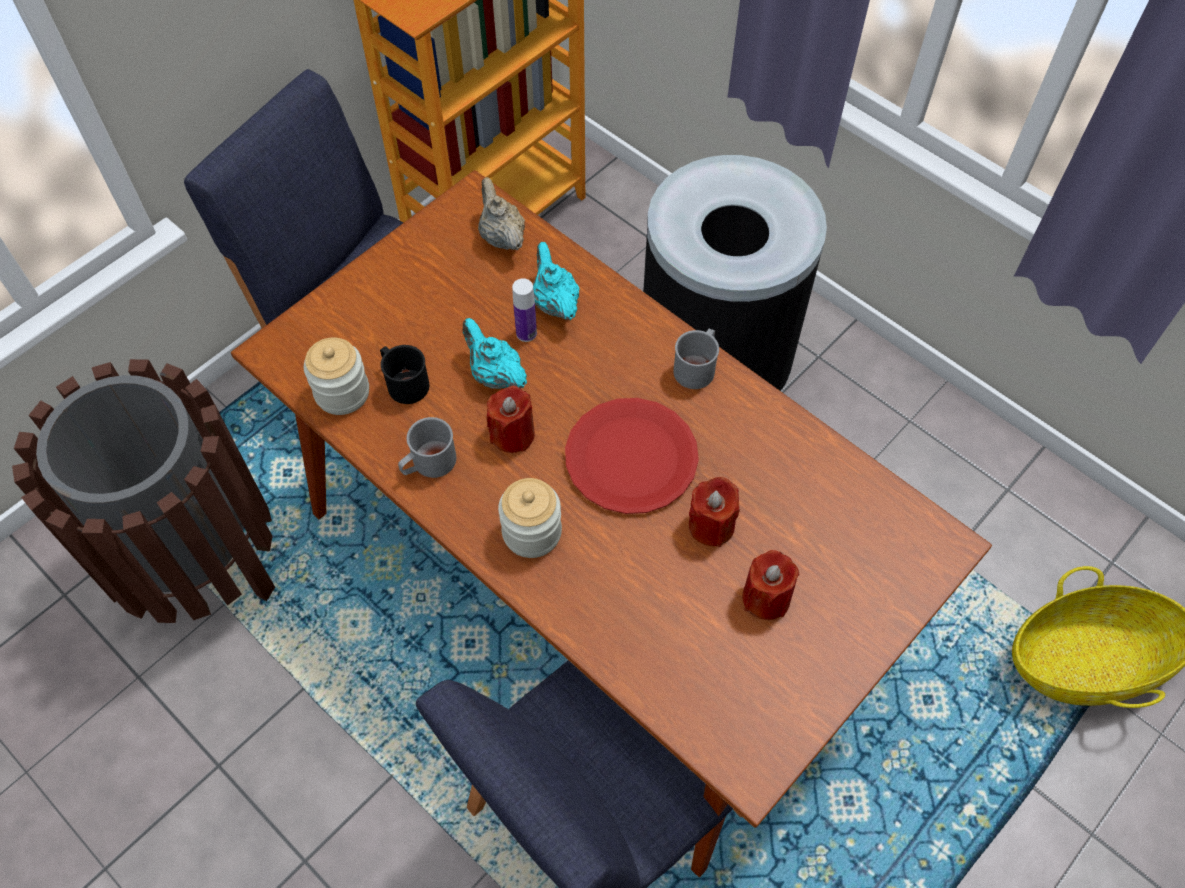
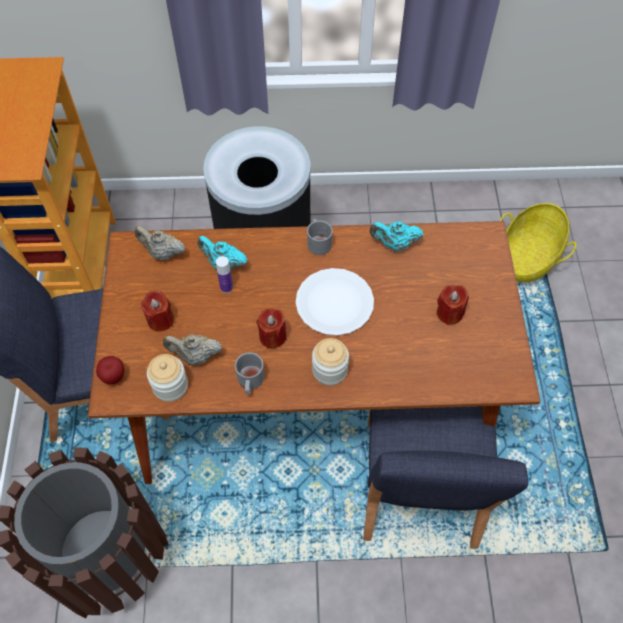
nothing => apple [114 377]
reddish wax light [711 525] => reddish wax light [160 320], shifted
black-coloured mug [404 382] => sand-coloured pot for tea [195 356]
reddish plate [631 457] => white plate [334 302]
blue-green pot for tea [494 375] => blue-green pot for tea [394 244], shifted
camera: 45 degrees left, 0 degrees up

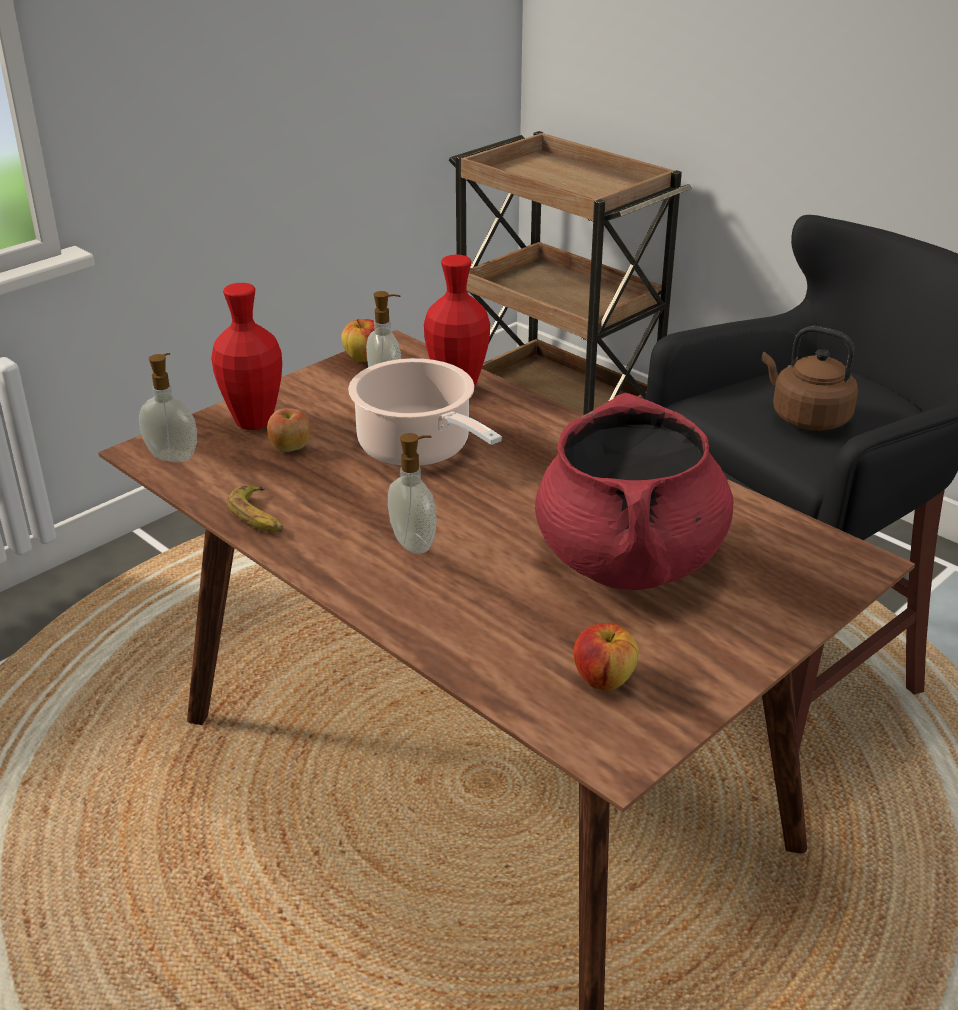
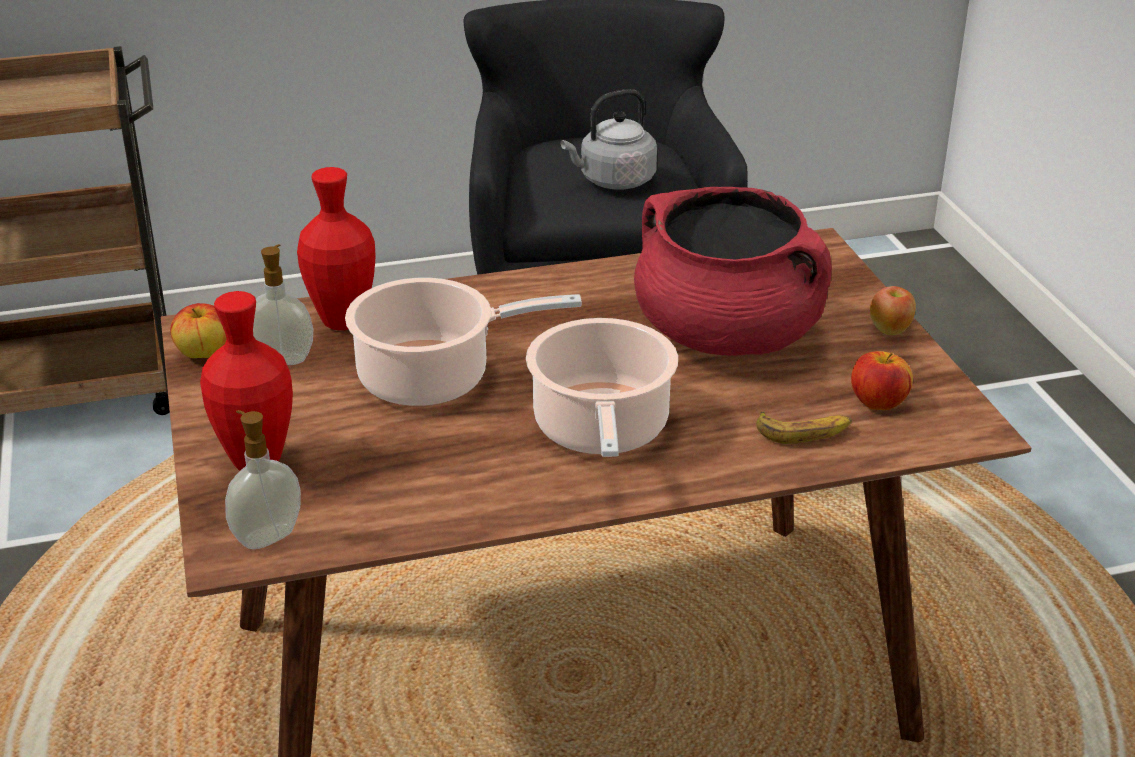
soap bottle [414 543] => stockpot [601 430]
brown-coloured tea kettle [806 418] => greyish tea kettle [613 181]
banana [258 517] => banana [804 432], shifted
apple [290 448] => apple [890 330], shifted
camera: 60 degrees left, 0 degrees up

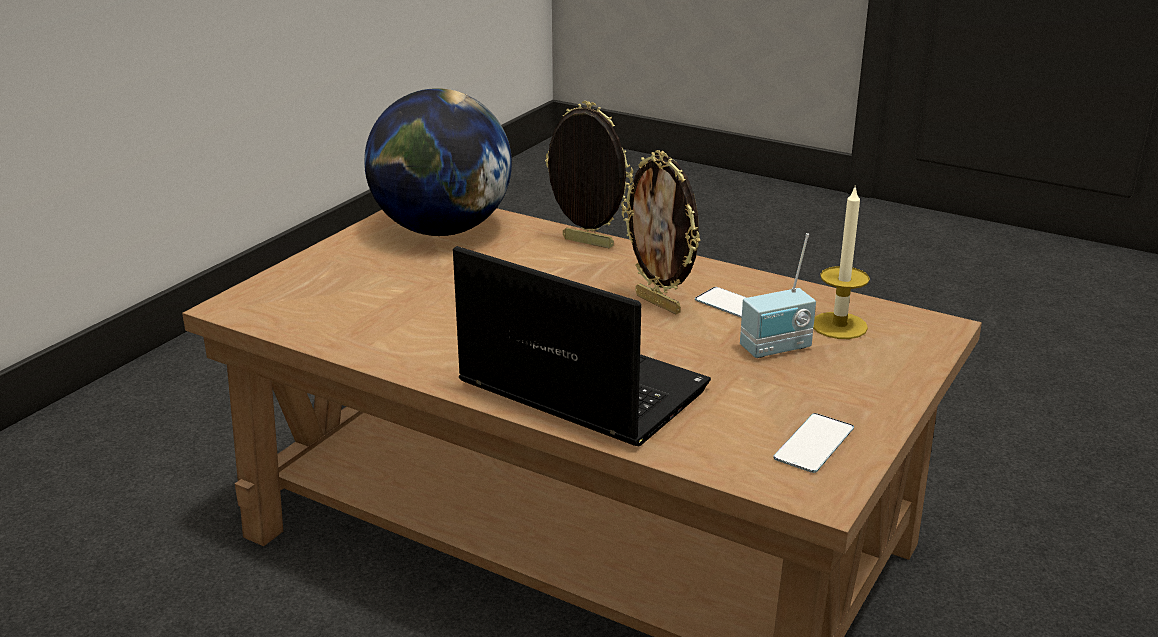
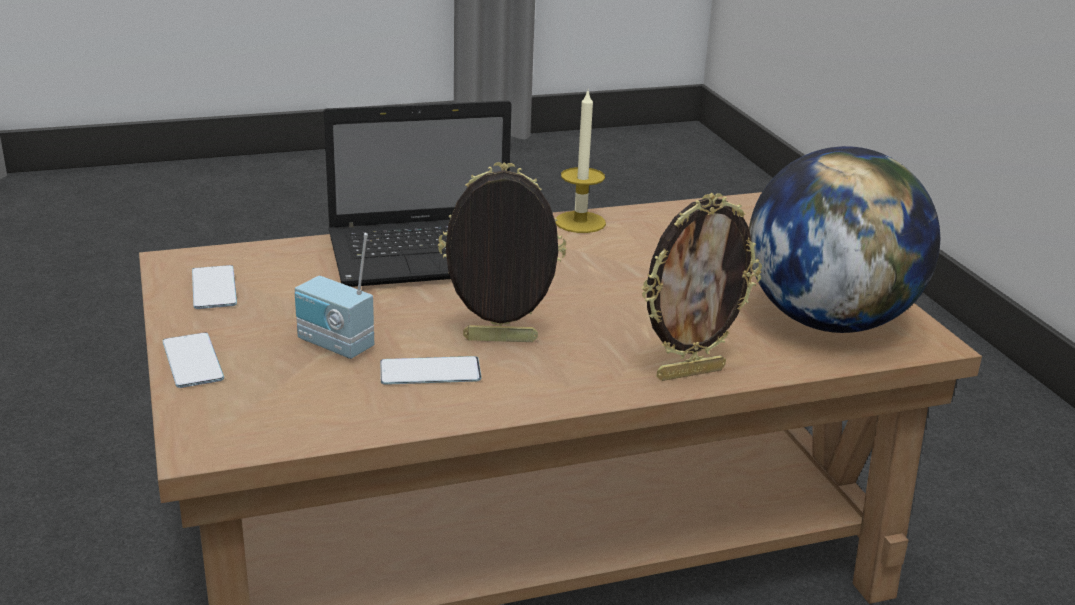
nothing => telephone [192 361]
radio set [777 349] => radio set [334 346], 75 degrees counterclockwise
wax light [839 325] => wax light [580 222], shifted
camera: 130 degrees right, 0 degrees up

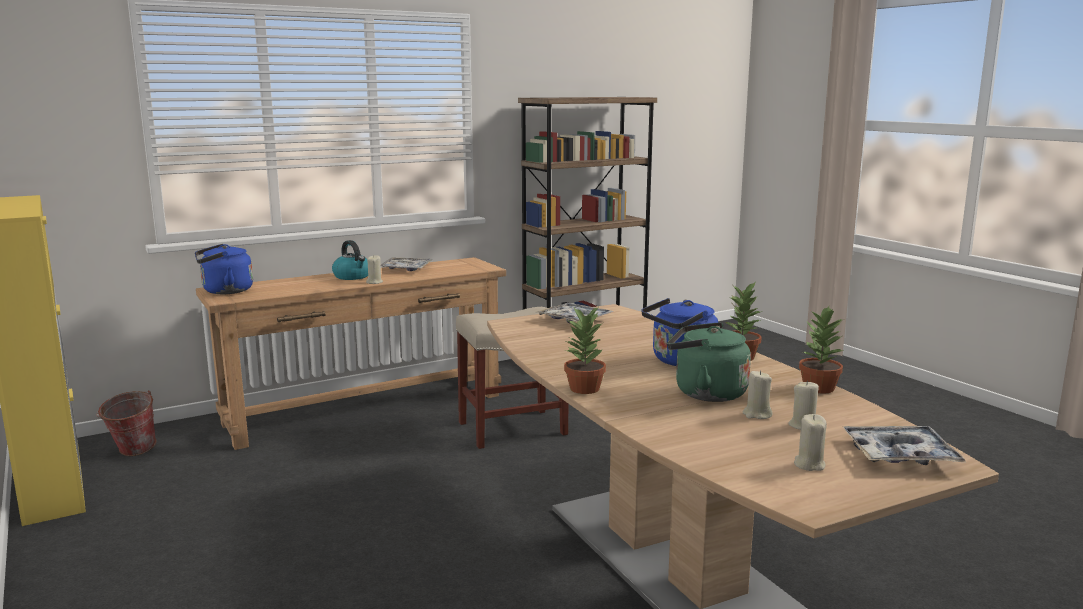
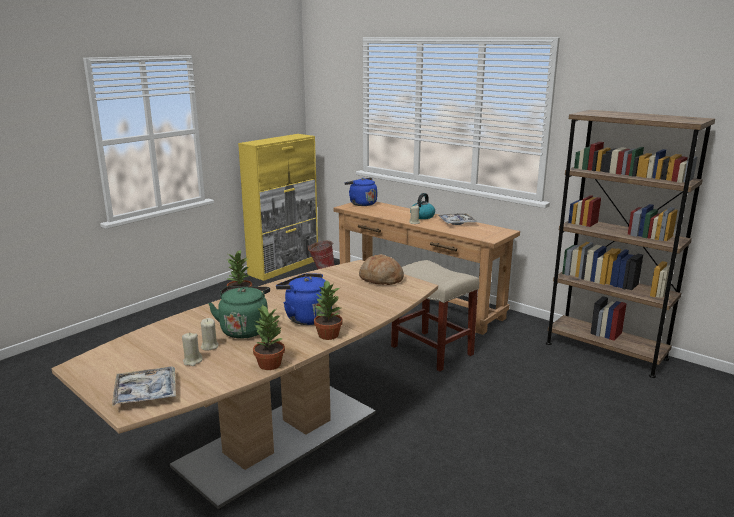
carrying tray [574 320] => bread [381 279]
sand-coloured wax light [809 464] => nothing
camera: 70 degrees right, 5 degrees up

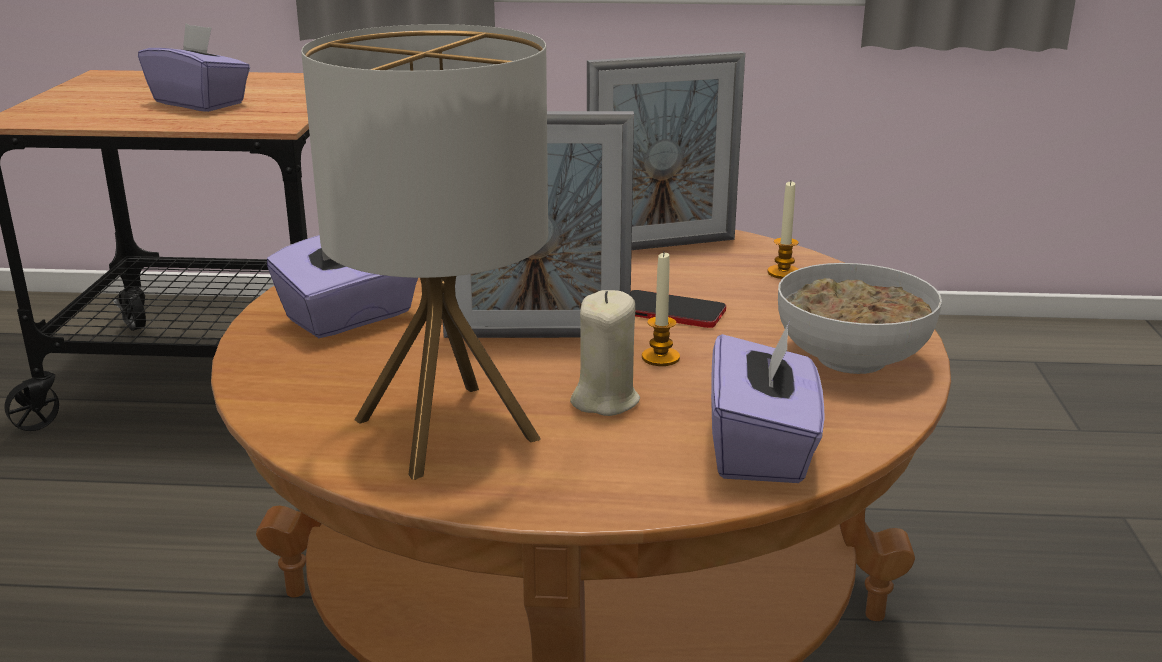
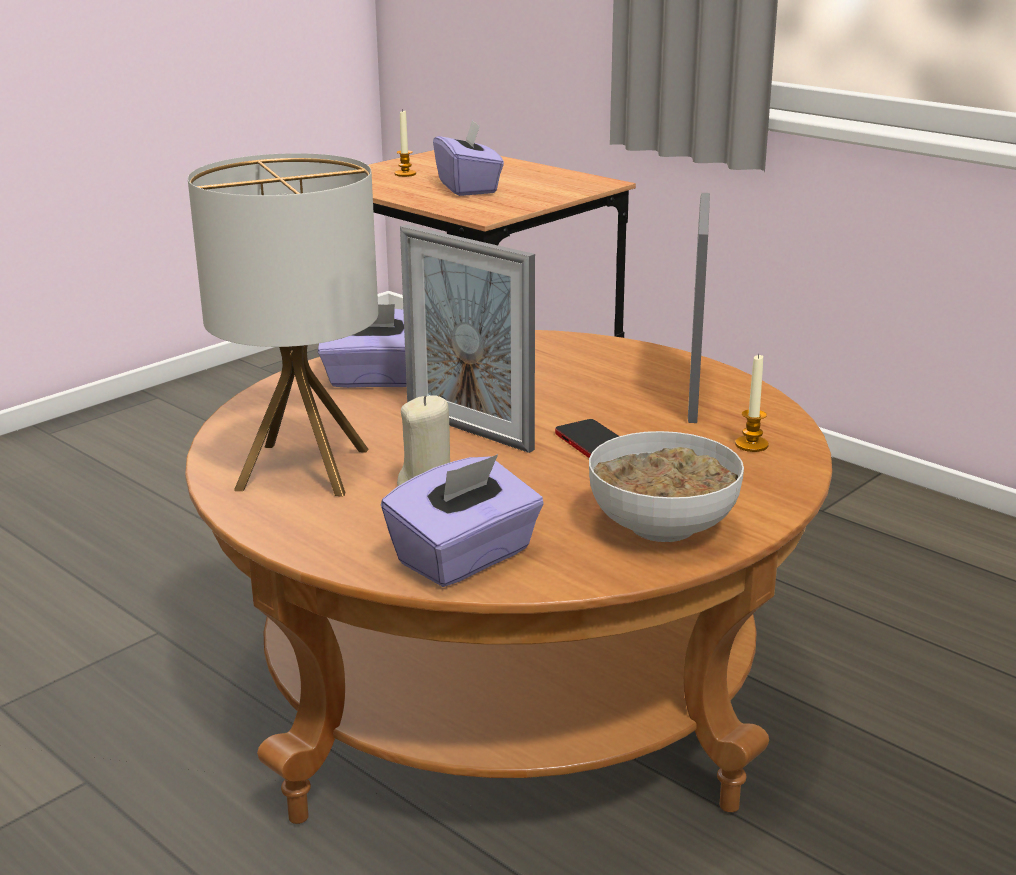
wax light [660 358] => wax light [405 174], shifted
photo frame [661 245] => photo frame [694 392], 75 degrees clockwise
camera: 40 degrees right, 0 degrees up

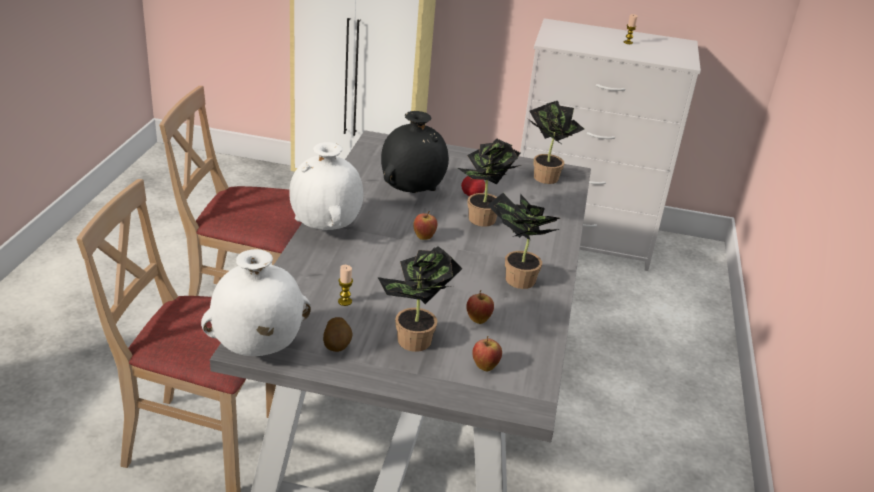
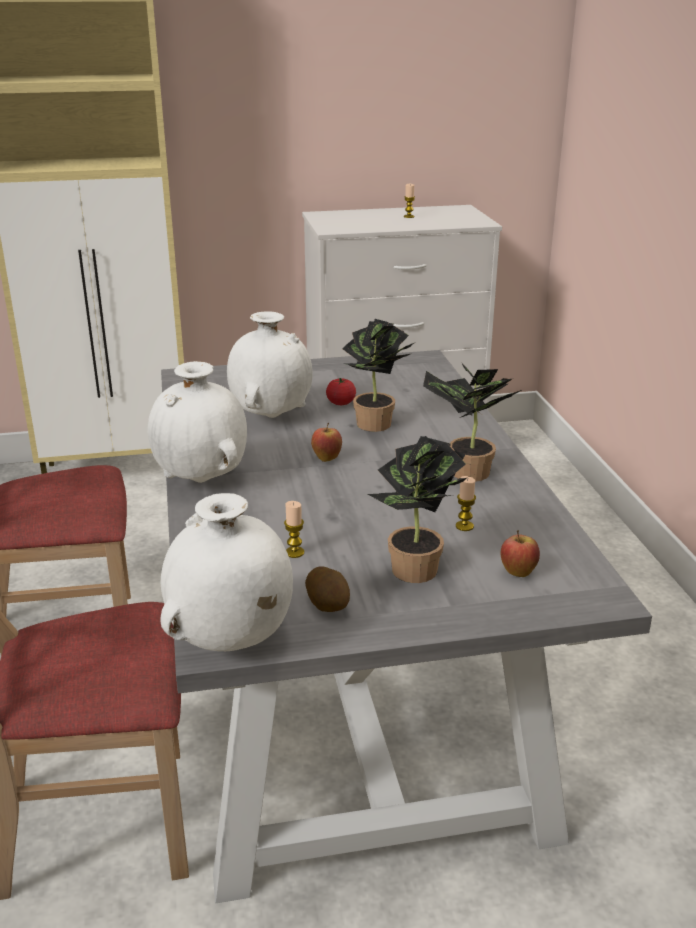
black-coloured flower vase [412 191] => white flower vase [271 416]
apple [478 320] => wax light [464 526]
potted plant [545 175] => nothing
camera: 20 degrees left, 5 degrees down

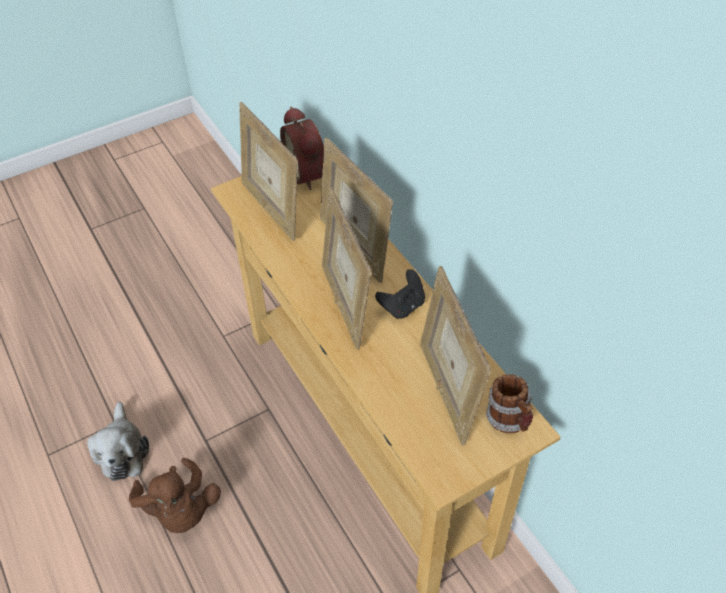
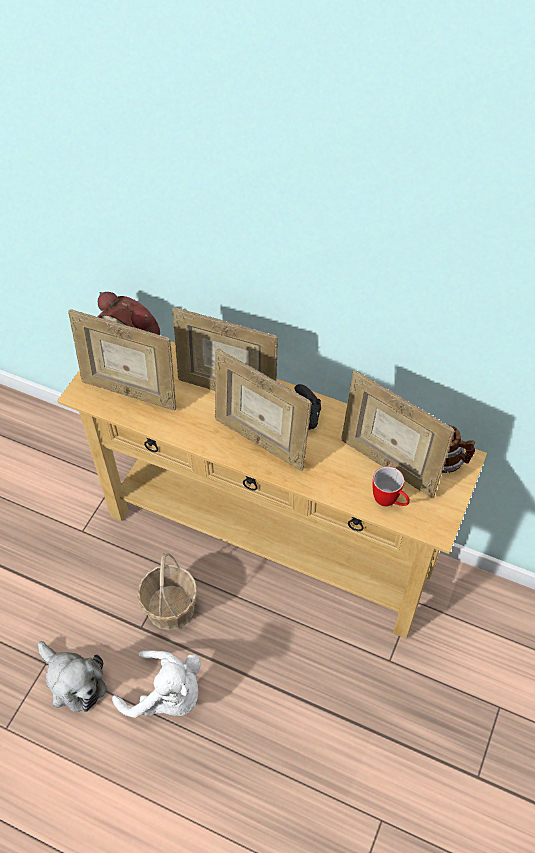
brown-coloured soft toy [180 510] => white soft toy [167 696]
nothing => storage basket [170 608]
nothing => mug [389 502]
camera: 35 degrees left, 5 degrees up

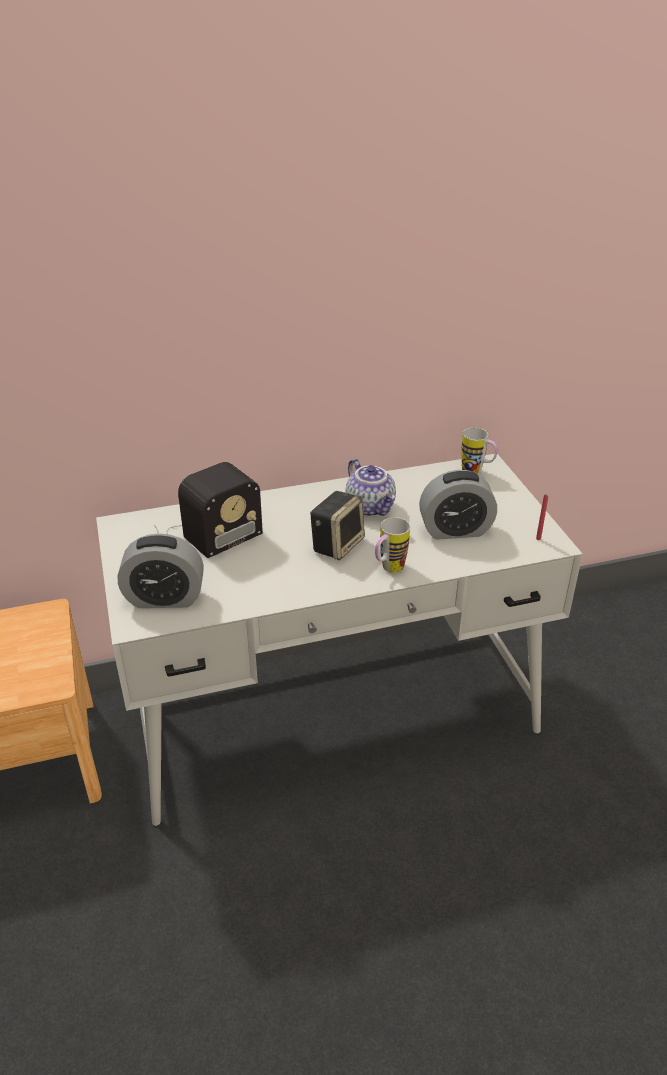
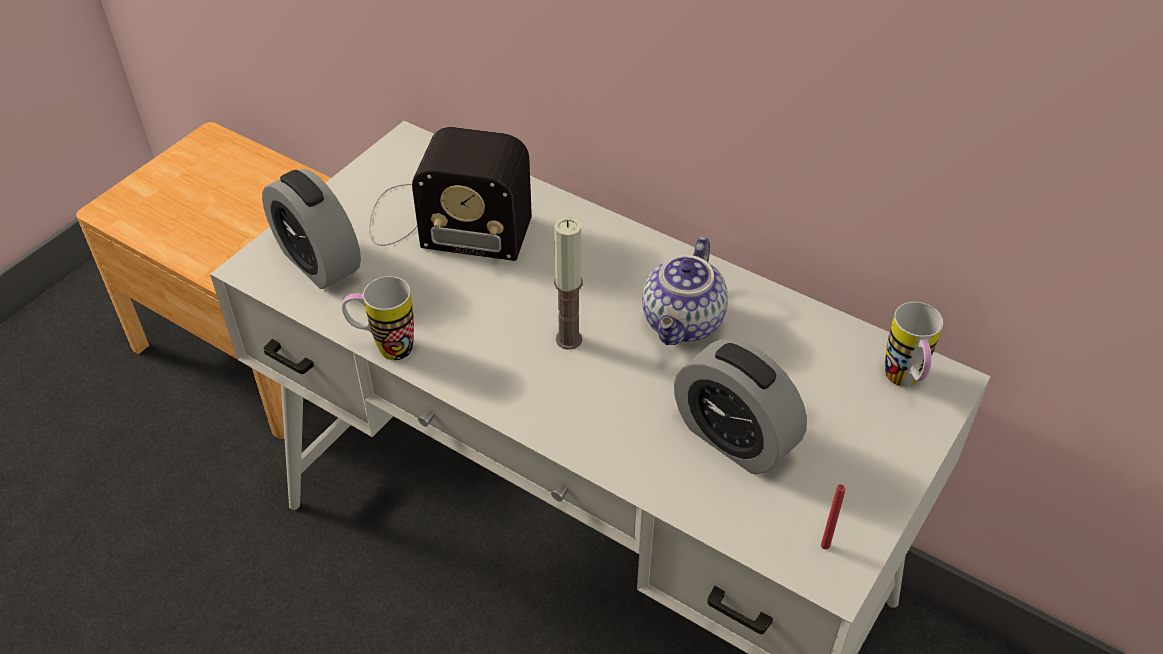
mug [388 570] => mug [384 348], shifted
audio speaker [337 544] => wax light [568 339]
camera: 50 degrees right, 10 degrees up

